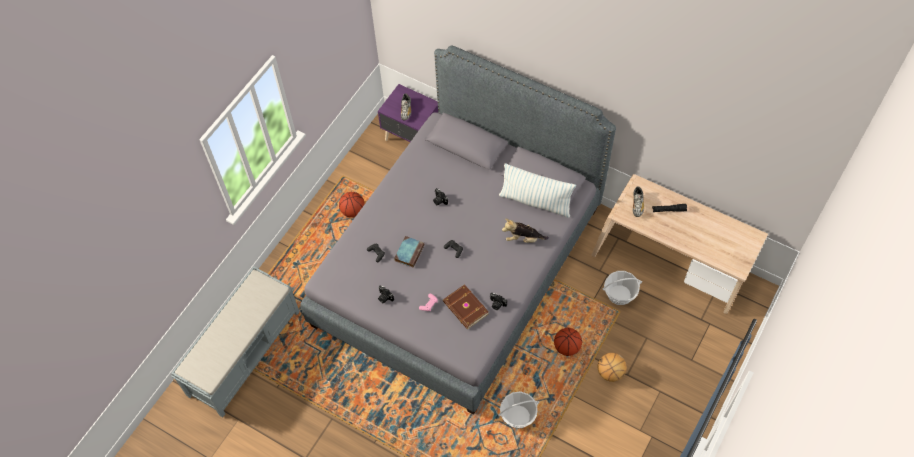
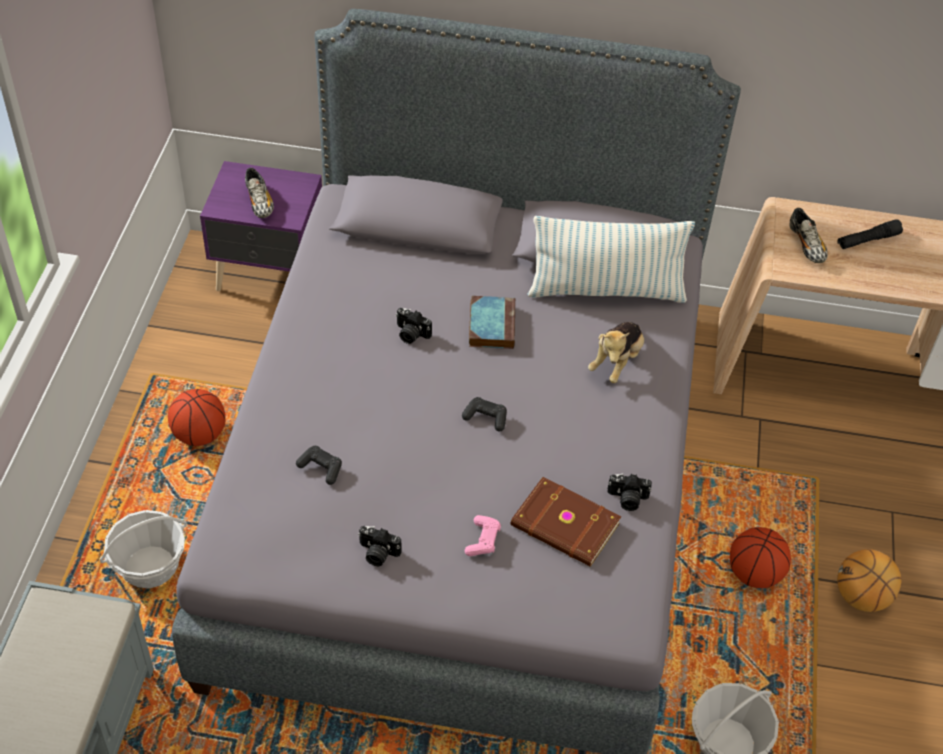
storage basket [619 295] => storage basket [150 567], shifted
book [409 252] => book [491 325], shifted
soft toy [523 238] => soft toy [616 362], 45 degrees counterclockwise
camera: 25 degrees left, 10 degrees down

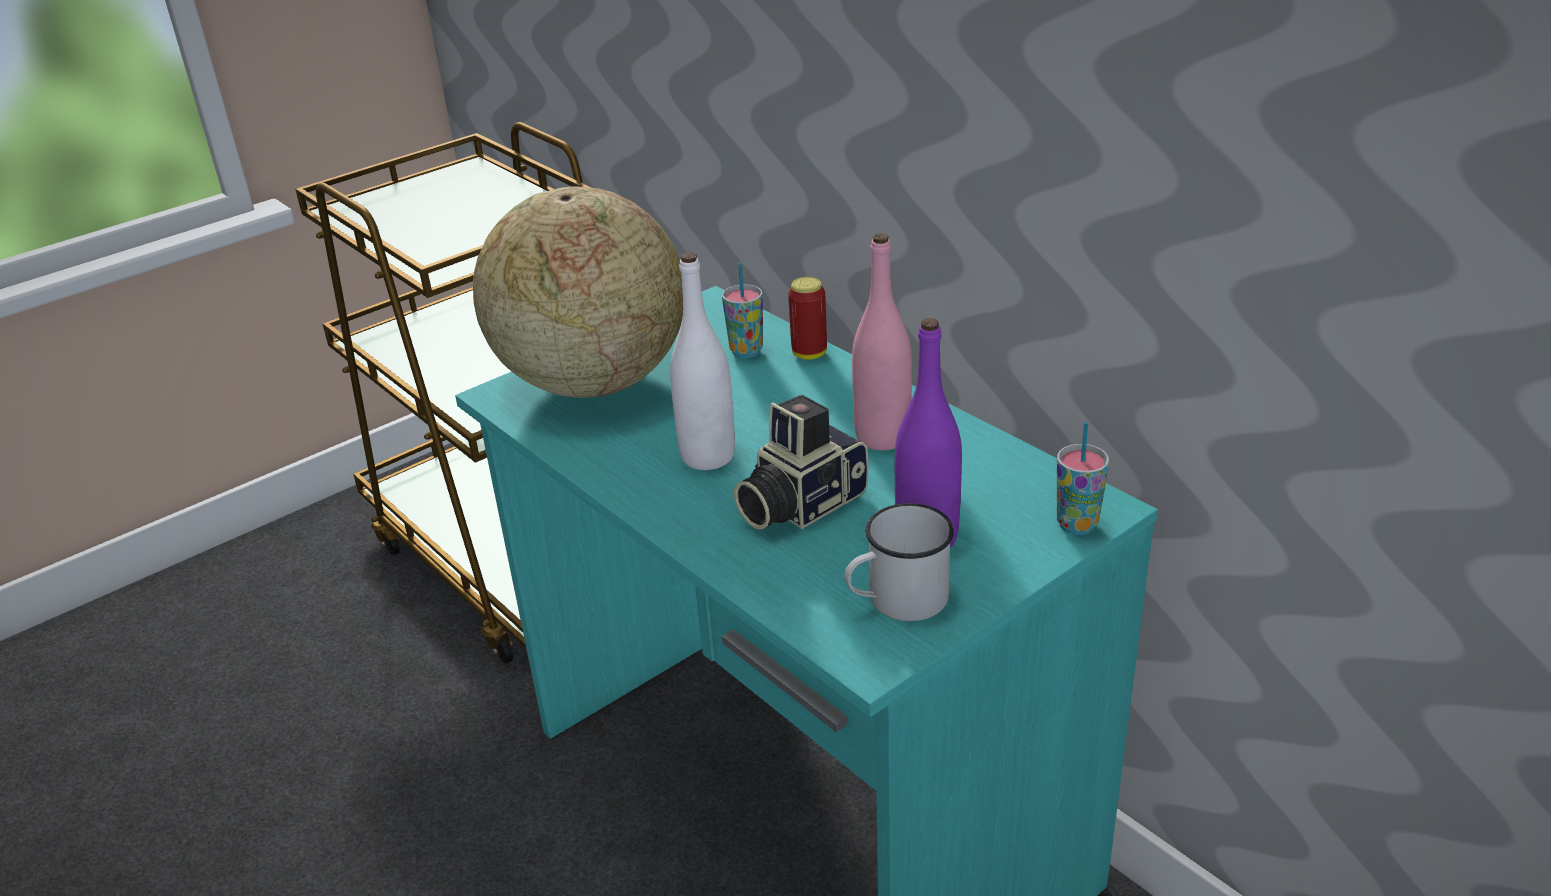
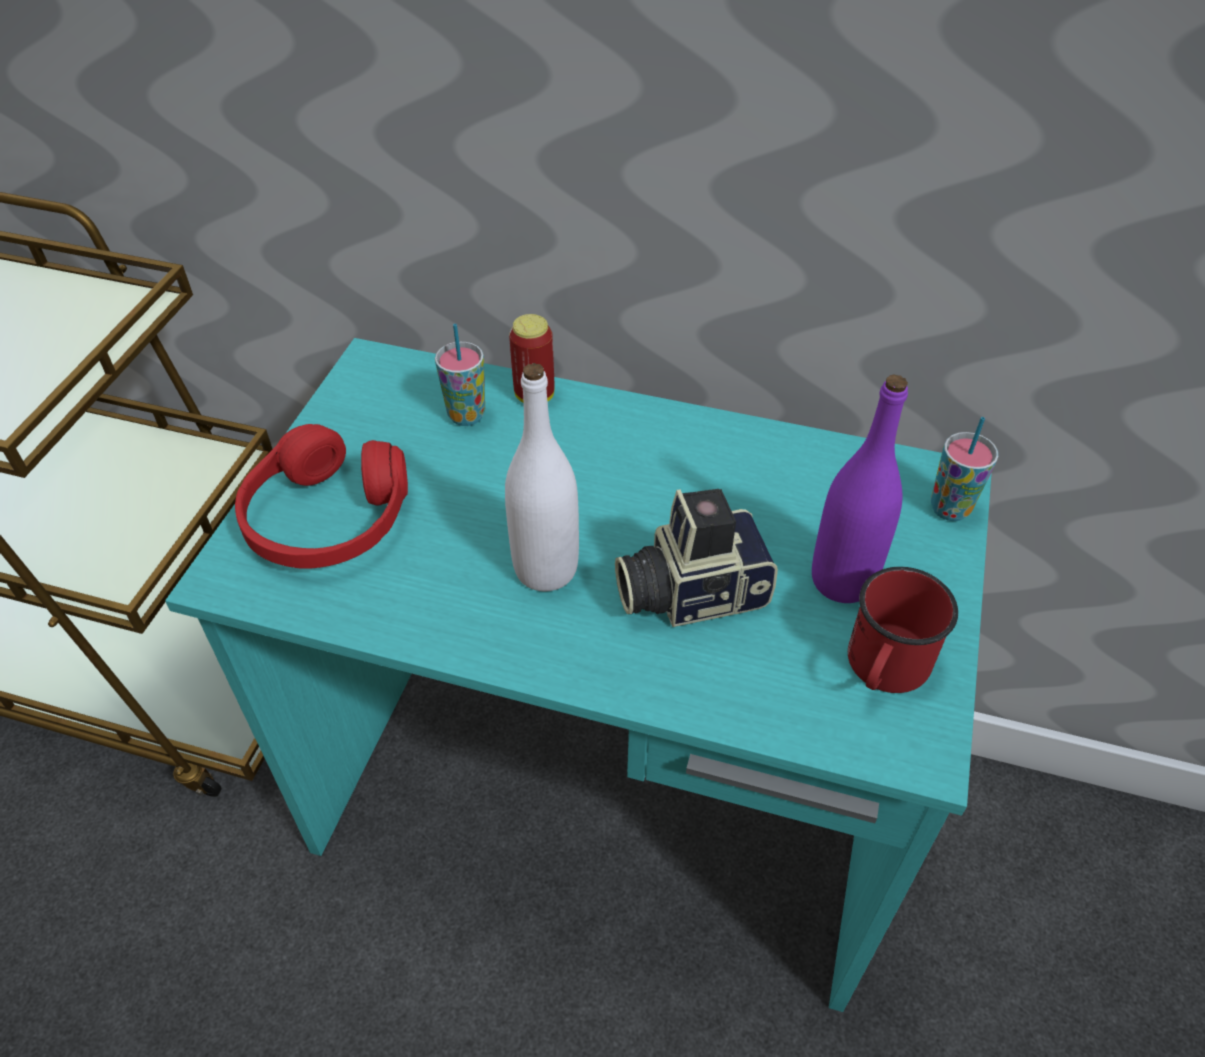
desk globe [592 382] => reddish headphones [327 518]
photo camera [798 503] => photo camera [690 591], 60 degrees clockwise
white mug [897 601] => reddish mug [883 669]
pinkish drink bottle [882 437] => nothing
camera: 35 degrees left, 15 degrees up

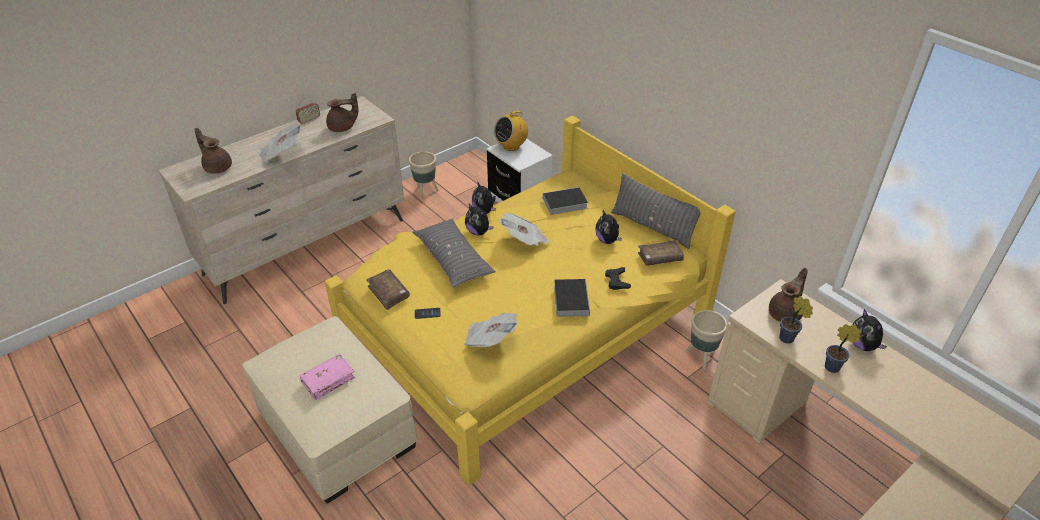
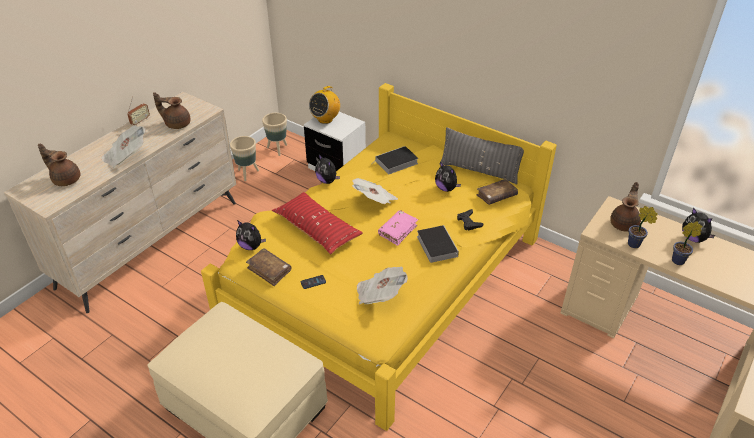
brown-coloured pot for tea [343 128] => brown-coloured pot for tea [177 124], 135 degrees counterclockwise
soft toy [478 232] => soft toy [251 246], shifted
sand-coloured plant pot [701 357] => sand-coloured plant pot [277 149], shifted
greyish throw pillow [453 260] => reddish throw pillow [317 229]
pinkish book [328 380] => pinkish book [398 231], shifted
camera: 15 degrees left, 0 degrees up

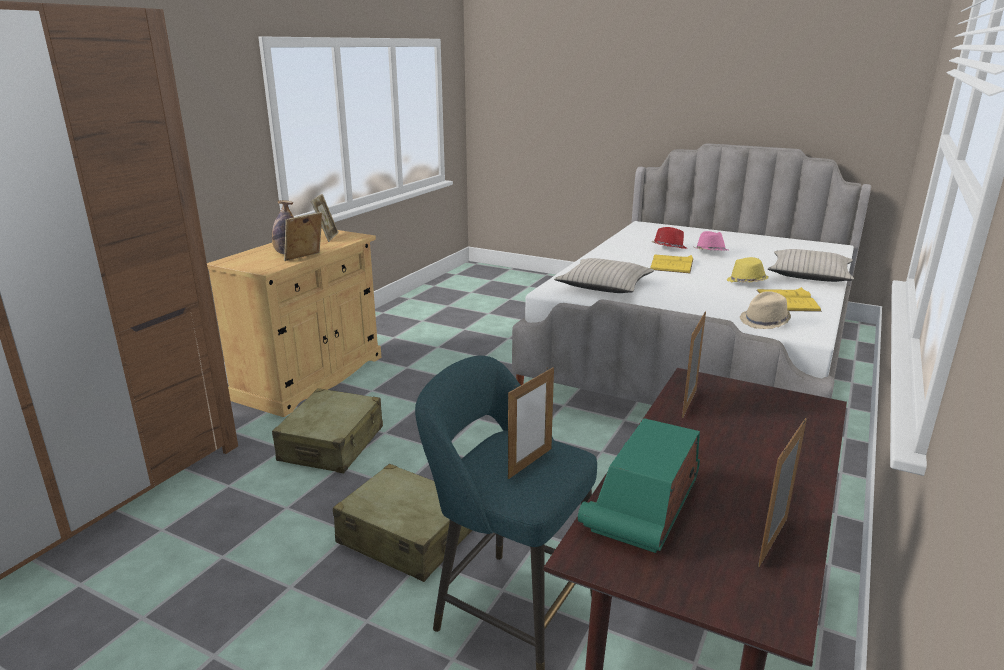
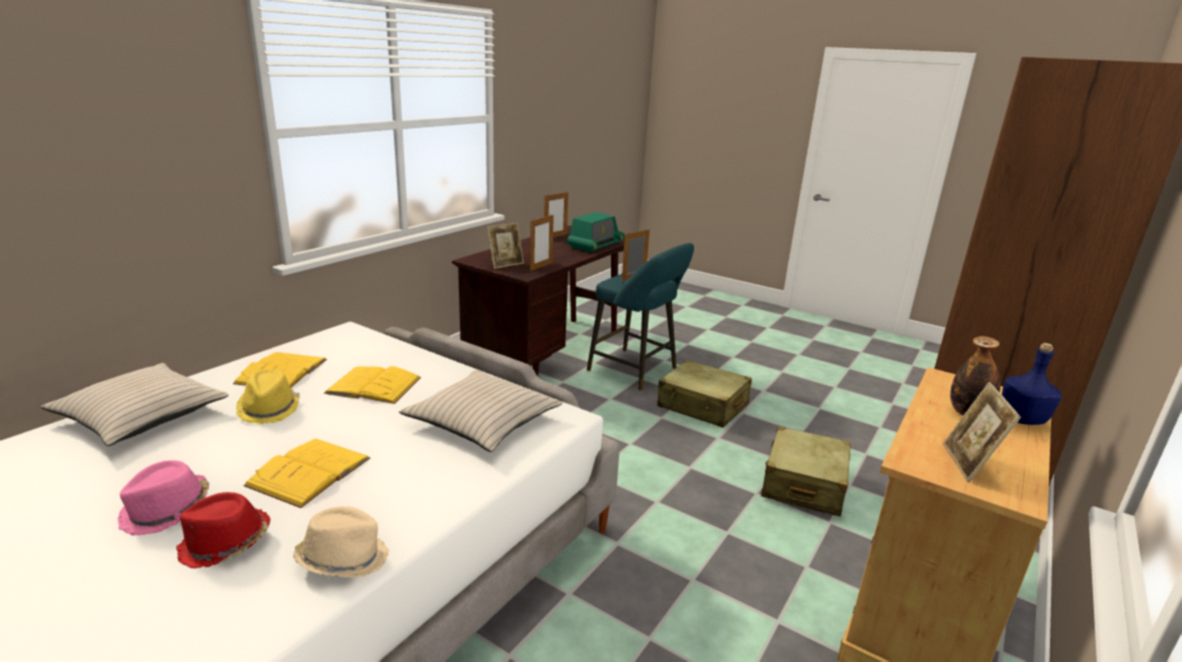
sand-coloured hat [765 322] => sand-coloured hat [343 558], shifted
nothing => yellow-coloured book [373 385]
photo frame [305 258] => photo frame [505 264], shifted
nothing => blue drink bottle [1021 418]
camera: 175 degrees left, 0 degrees up

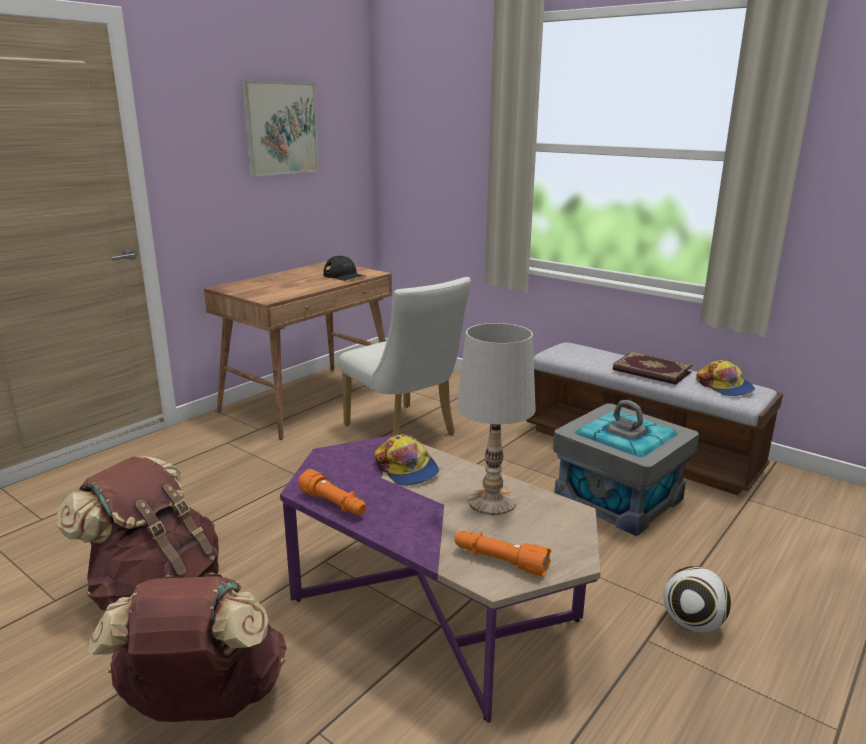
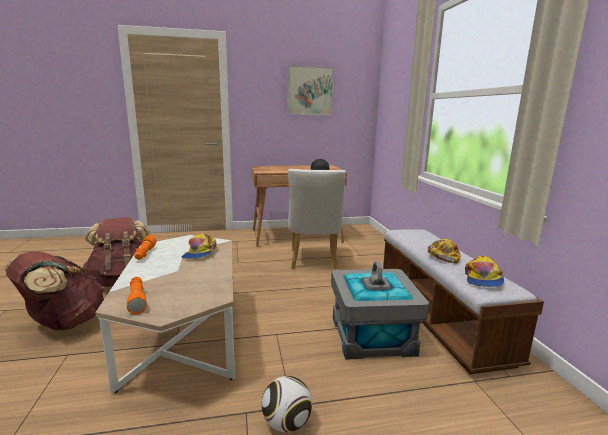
purple-coloured low table [435 609] => white low table [185 336]
book [651 371] => cap [442 255]
white lamp for a table [491 502] => nothing
camera: 40 degrees right, 5 degrees down

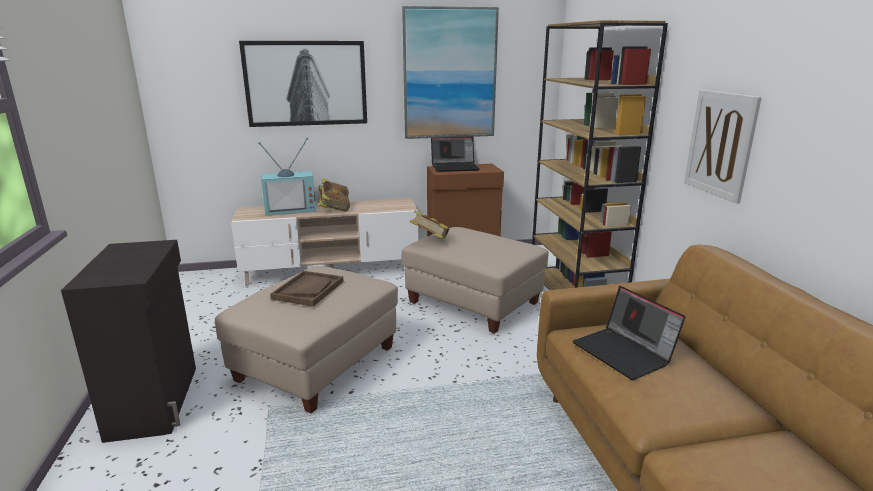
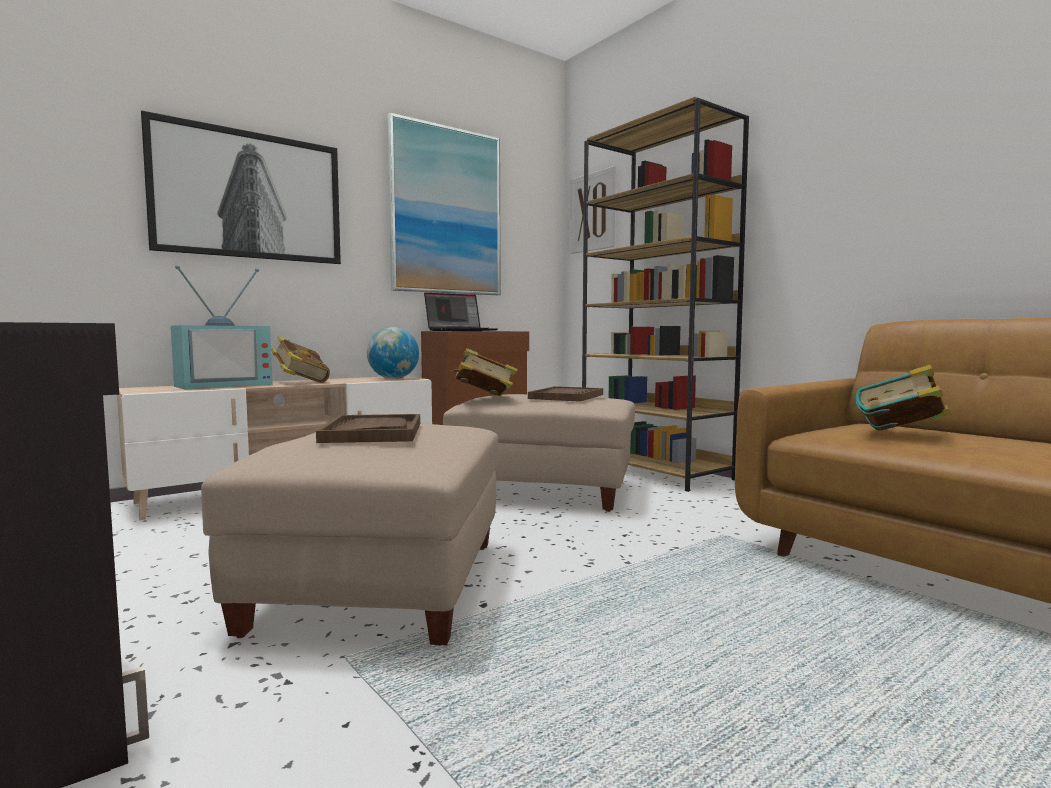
nothing => desk globe [393 378]
nothing => brown-coloured carrying tray [566 396]
wall picture [720 144] => wall picture [592 212], shifted
laptop [624 353] => book [901 436]
camera: 25 degrees left, 15 degrees down

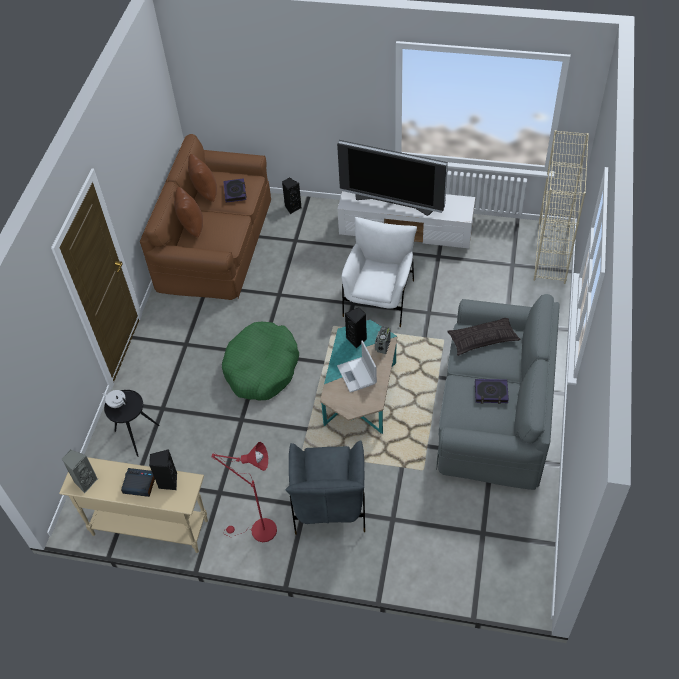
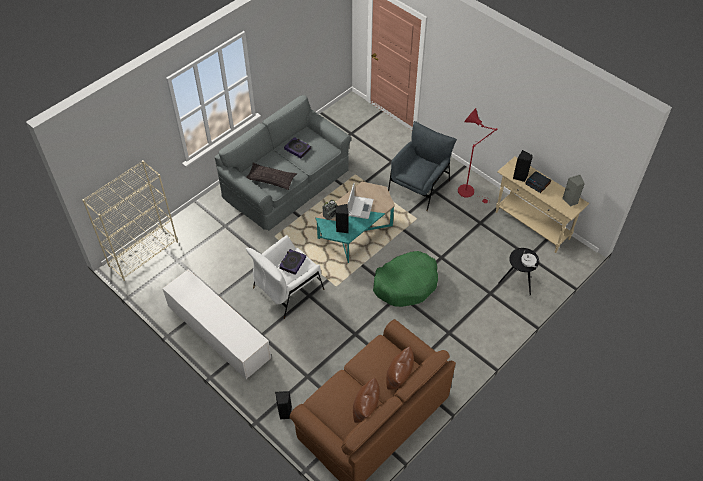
book [235 192] => book [292 263], shifted
TV set [394 203] => nothing
camera: 150 degrees left, 0 degrees up

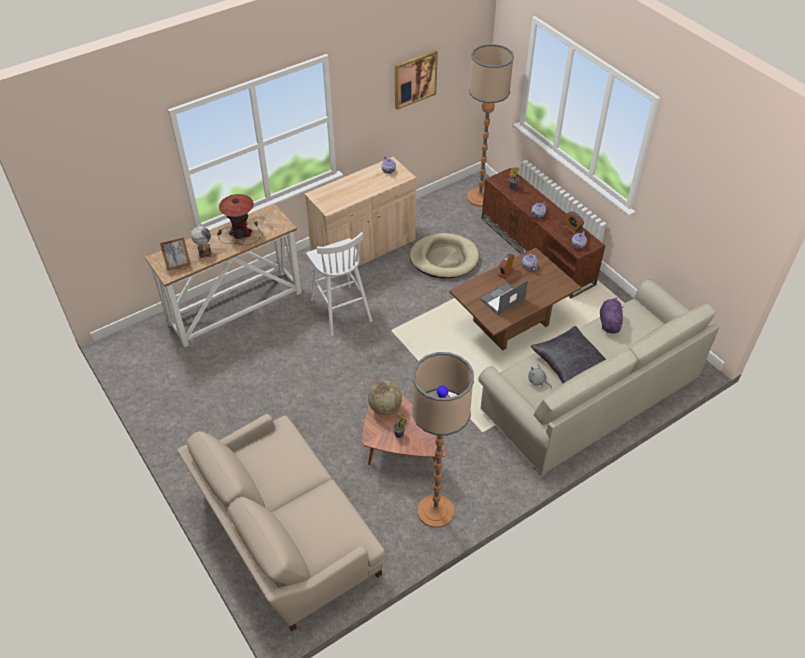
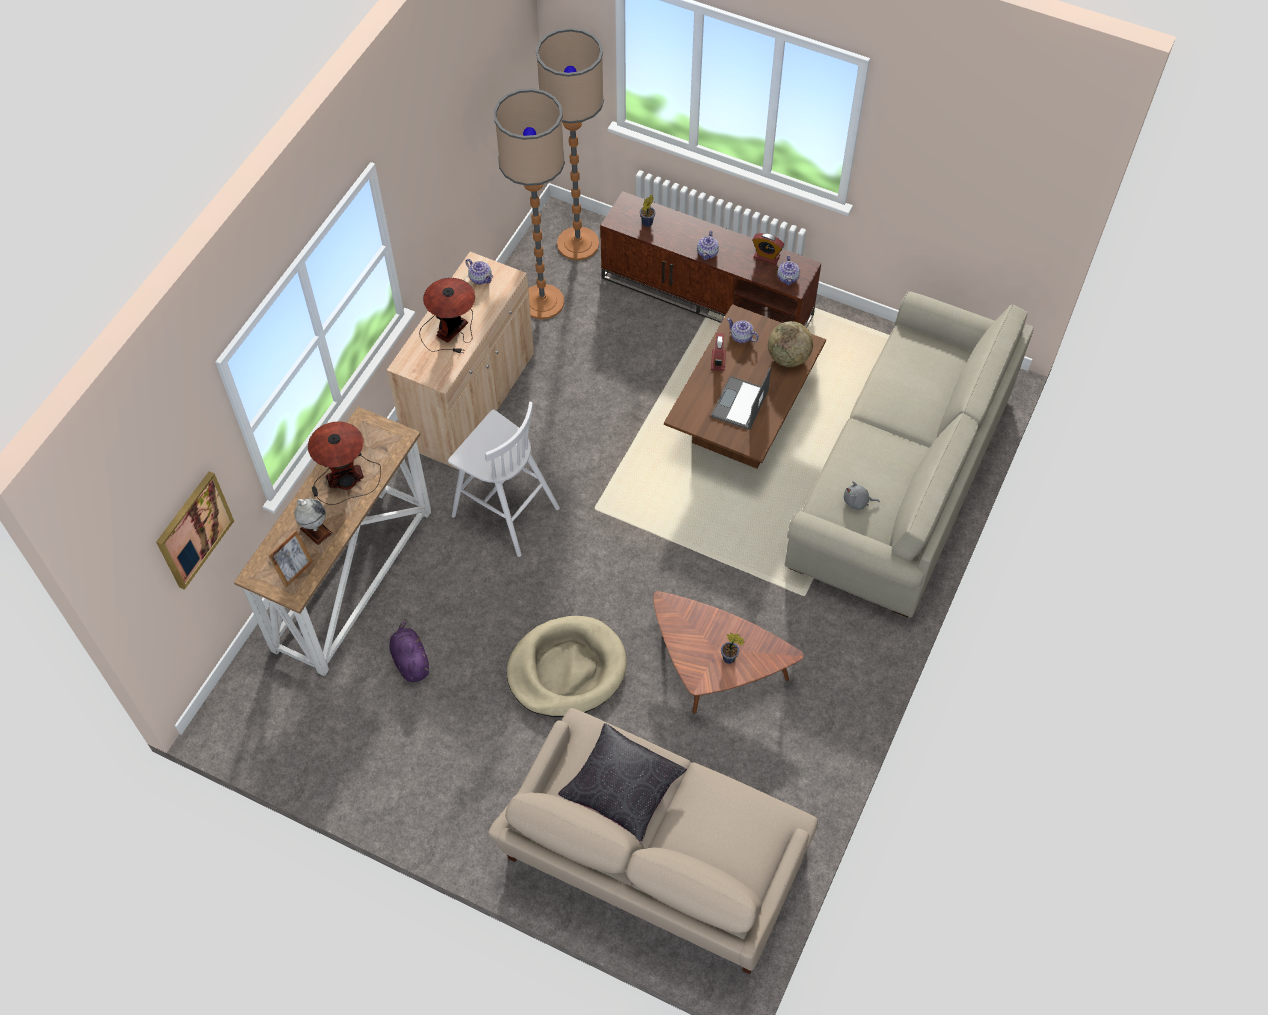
wall picture [415 79] => wall picture [193 529], shifted
purple-coloured soft toy [609 322] => purple-coloured soft toy [410 660], shifted
nothing => lamp for a table [450 329]
standing lamp [435 511] => standing lamp [542 302], shifted
sand-coloured pet bed [444 258] => sand-coloured pet bed [566 669], shifted
black-coloured throw pillow [569 362] => black-coloured throw pillow [622 787], shifted
desk globe [385 408] => desk globe [788 357], shifted
camera: 30 degrees left, 10 degrees up

